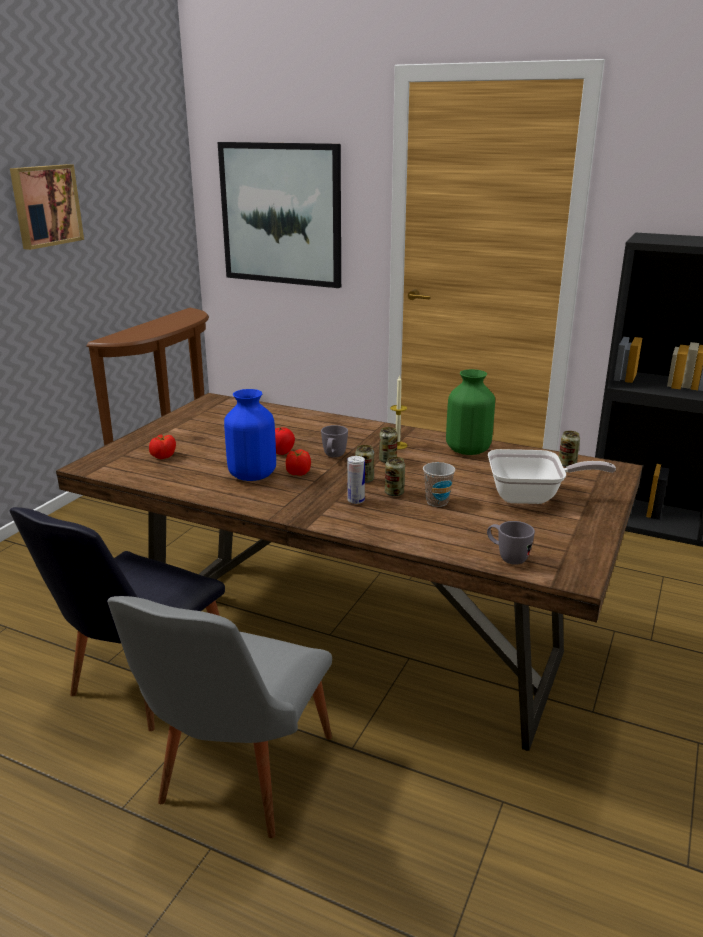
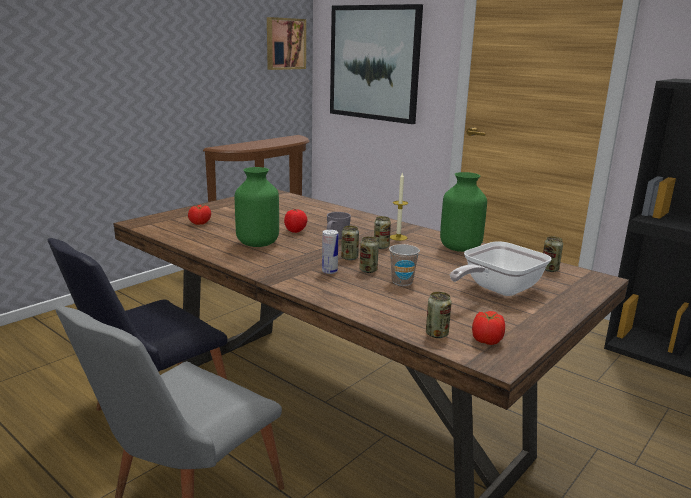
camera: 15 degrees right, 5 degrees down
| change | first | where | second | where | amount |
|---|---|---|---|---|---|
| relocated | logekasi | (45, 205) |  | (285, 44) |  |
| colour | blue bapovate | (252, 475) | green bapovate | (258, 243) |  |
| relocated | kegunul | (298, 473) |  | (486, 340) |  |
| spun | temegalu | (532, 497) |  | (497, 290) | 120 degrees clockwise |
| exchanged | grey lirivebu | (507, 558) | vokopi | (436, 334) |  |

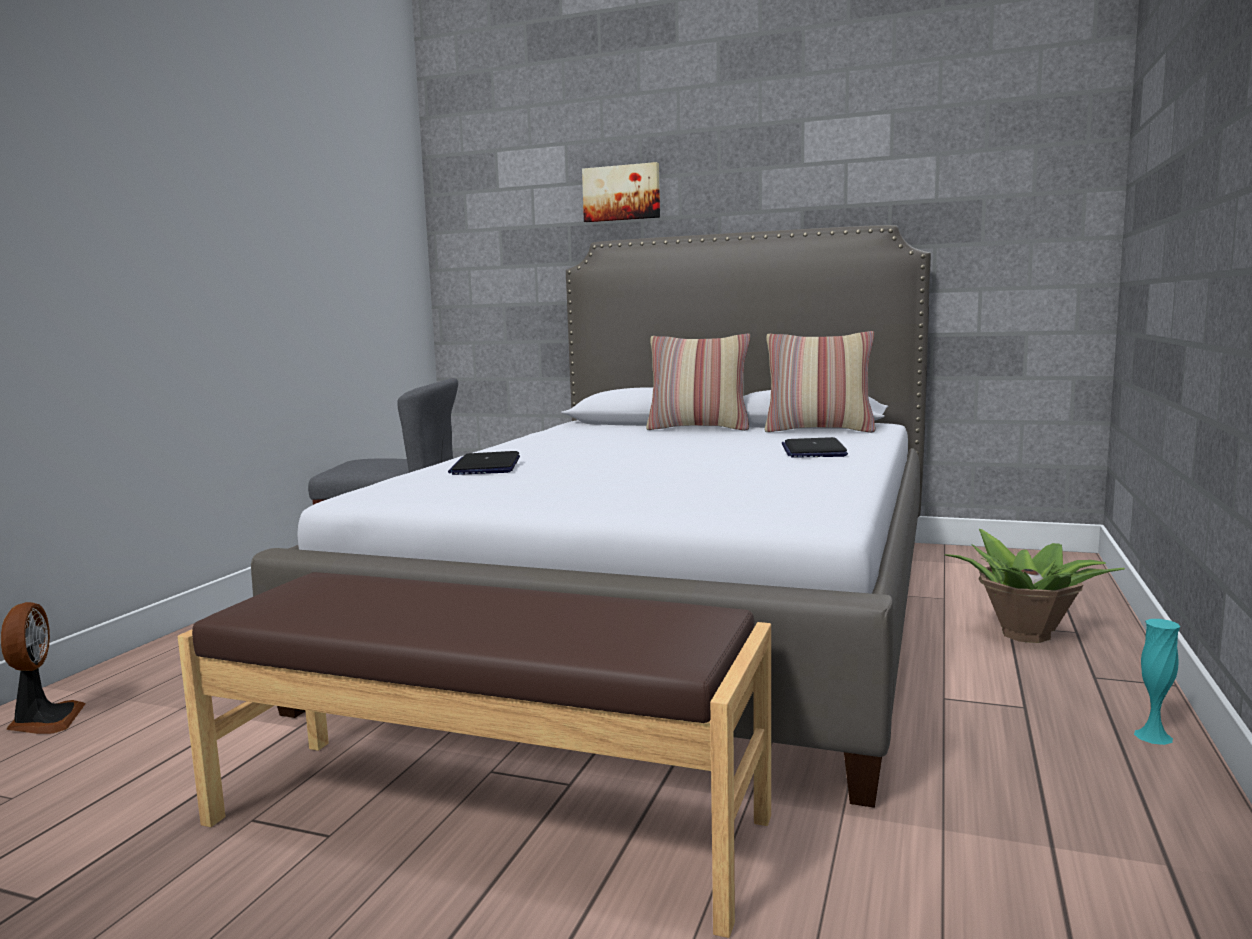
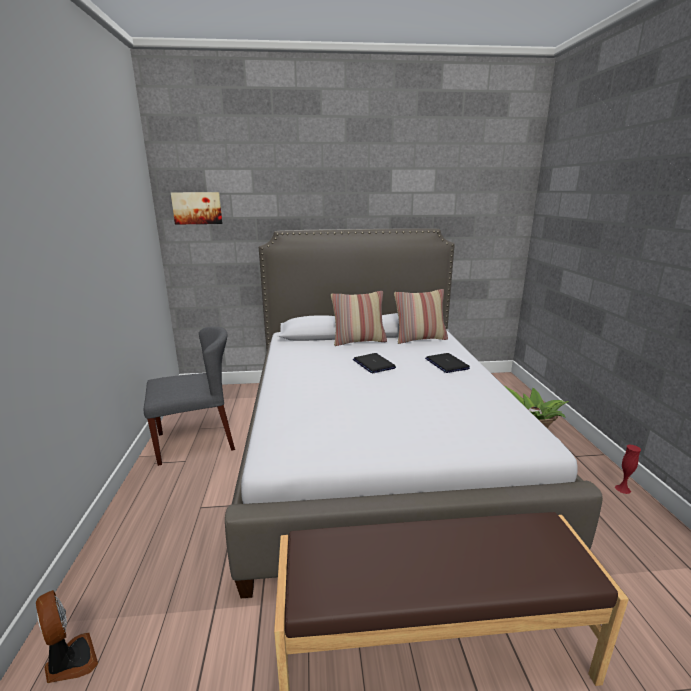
camera: 25 degrees left, 10 degrees up
| change | first | where | second | where | amount |
|---|---|---|---|---|---|
| relocated | logekasi | (622, 193) |  | (197, 208) |  |
| relocated | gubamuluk | (486, 466) |  | (373, 364) |  |
| colour | turquoise bapovate | (1153, 736) | red bapovate | (622, 489) |  |

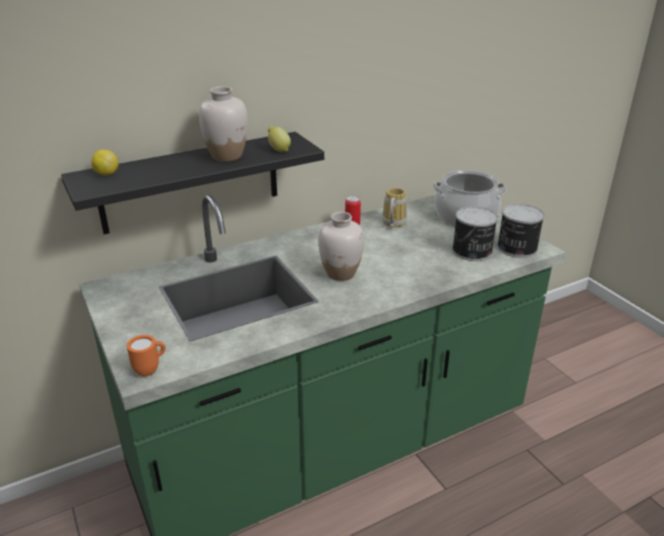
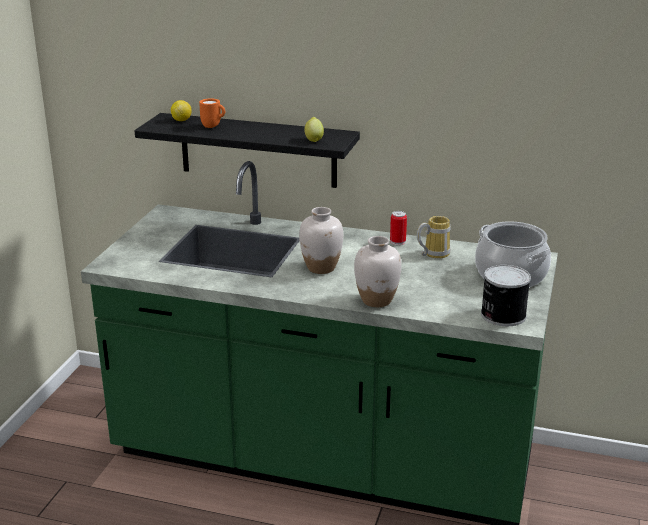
camera: 45 degrees right, 5 degrees down
| change | first | where | second | where | amount |
|---|---|---|---|---|---|
| relocated | white bapovate | (226, 156) |  | (376, 300) |  |
| missing | vokopi | (472, 251) |  |  |  |
| relocated | orange lirivebu | (150, 369) |  | (213, 126) |  |

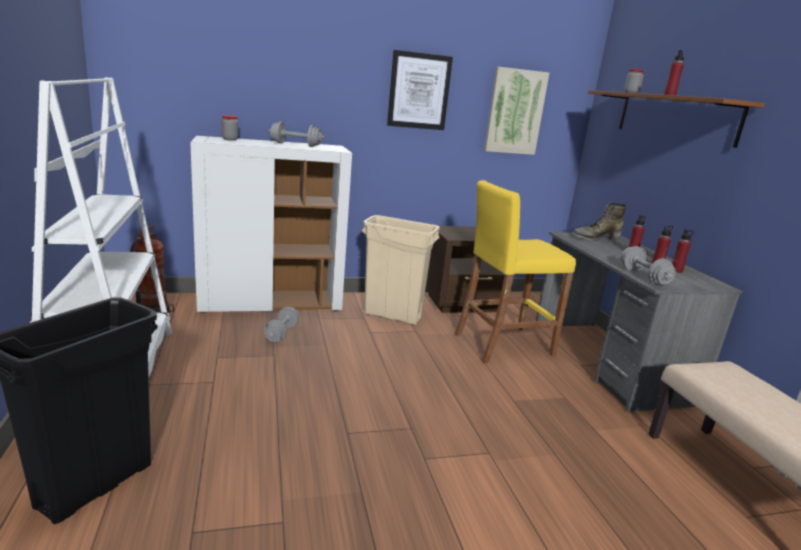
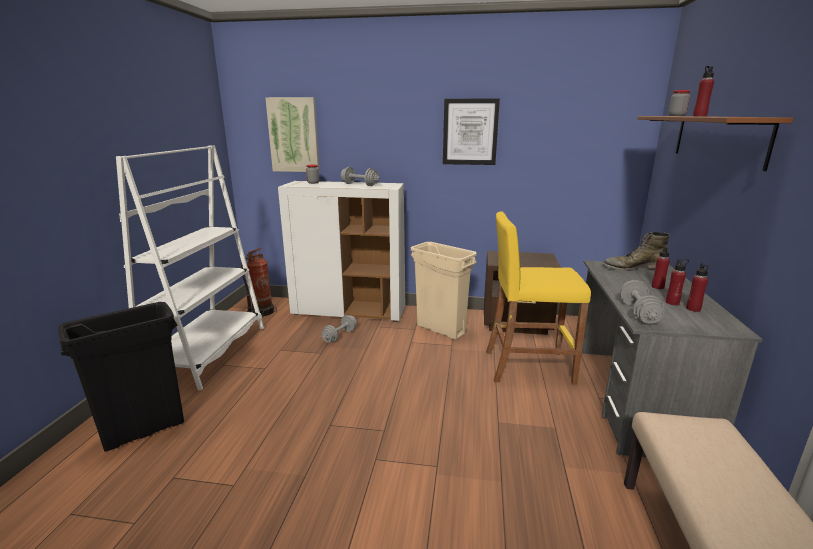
camera: 25 degrees right, 0 degrees up
| change | first | where | second | where | amount |
|---|---|---|---|---|---|
| relocated | logekasi | (515, 112) |  | (293, 135) |  |

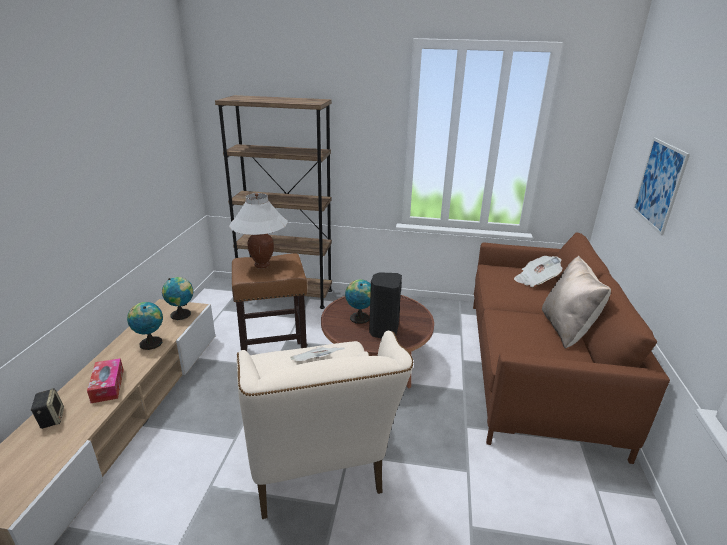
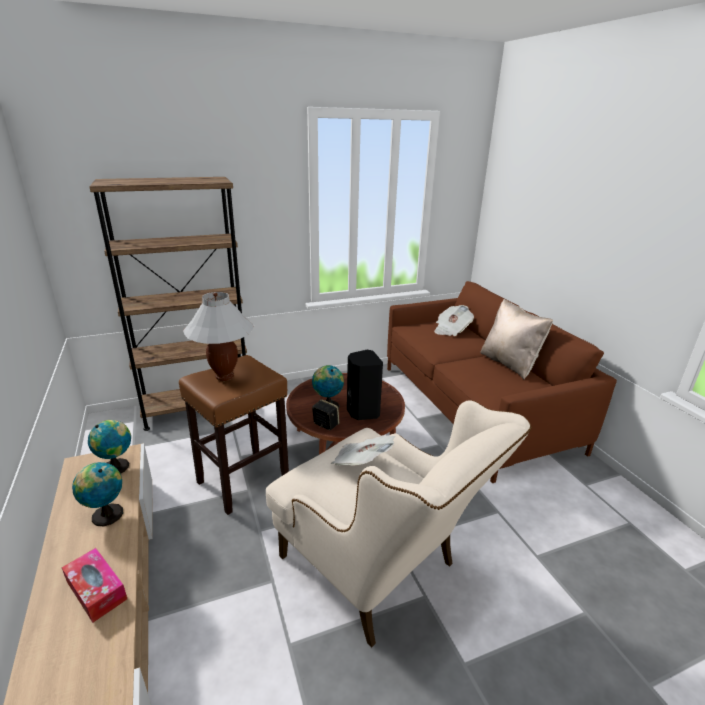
camera: 30 degrees left, 0 degrees up
| change | first | where | second | where | amount |
|---|---|---|---|---|---|
| missing | logekasi | (659, 184) |  |  |  |
| relocated | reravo | (51, 418) |  | (325, 424) |  |

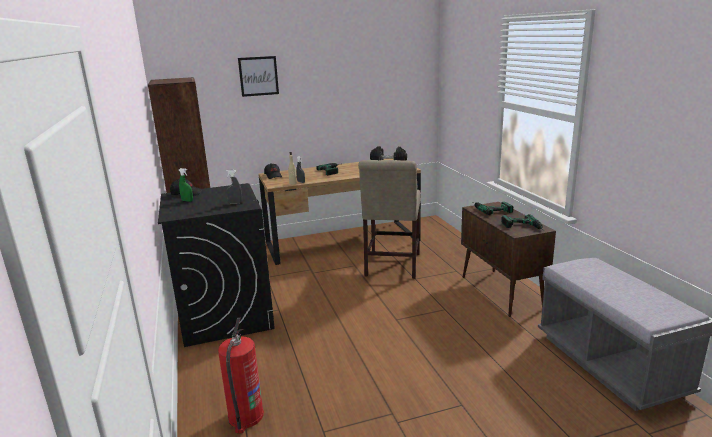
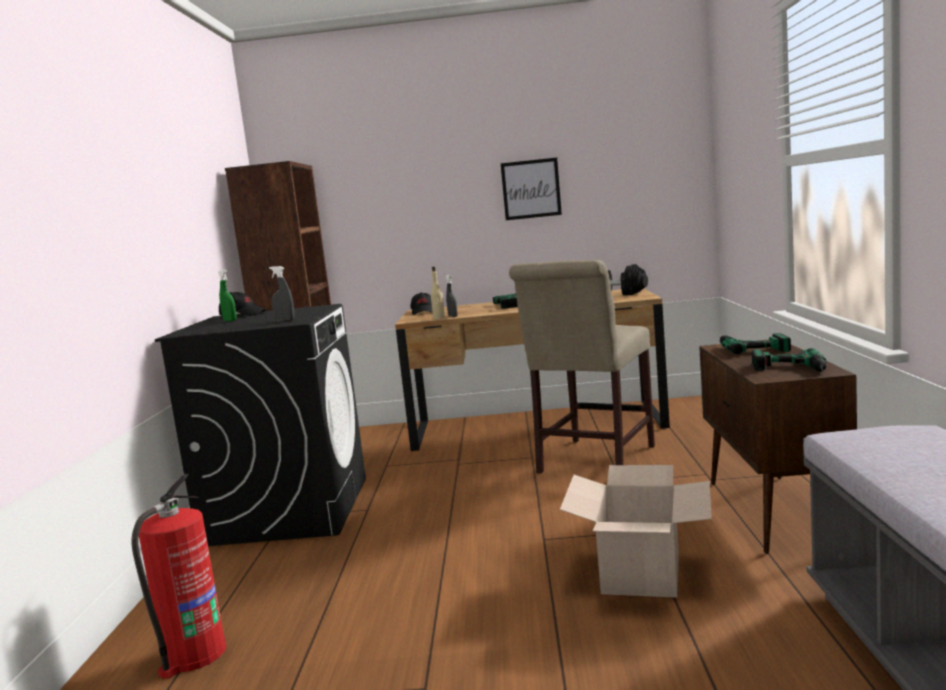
camera: 20 degrees right, 10 degrees down
| change | first | where | second | where | amount |
|---|---|---|---|---|---|
| relocated | logekasi | (258, 76) |  | (531, 189) |  |
| appeared |  |  | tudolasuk | (640, 572) |  |

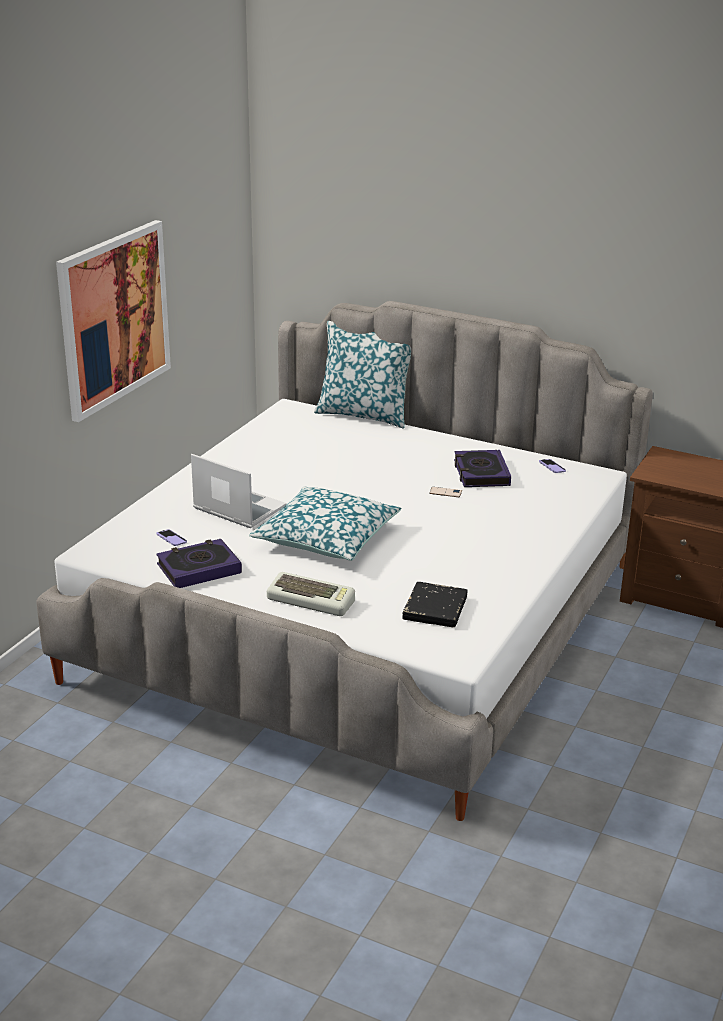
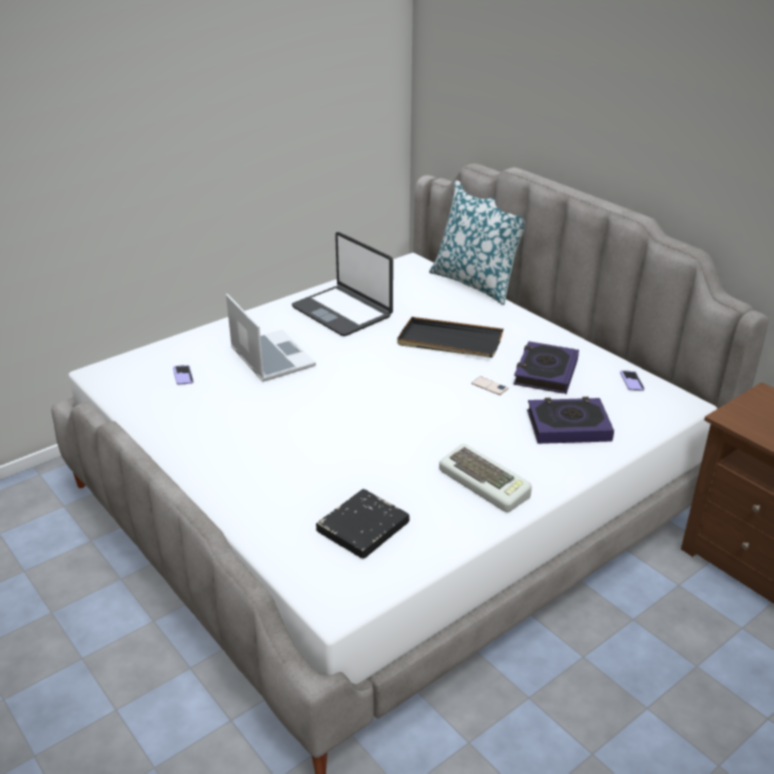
camera: 25 degrees right, 5 degrees up
| change | first | where | second | where | amount |
|---|---|---|---|---|---|
| missing | logekasi | (114, 318) |  |  |  |
| missing | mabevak | (326, 537) |  |  |  |
| relocated | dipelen | (199, 569) |  | (568, 426) |  |
| relocated | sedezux | (312, 600) |  | (486, 483) |  |
| appeared |  |  | gubamuluk | (343, 311) |  |
| appeared |  |  | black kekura | (449, 341) |  |

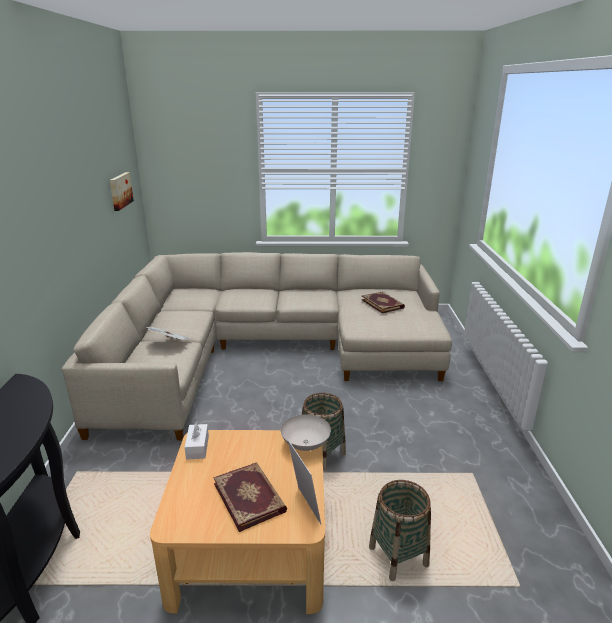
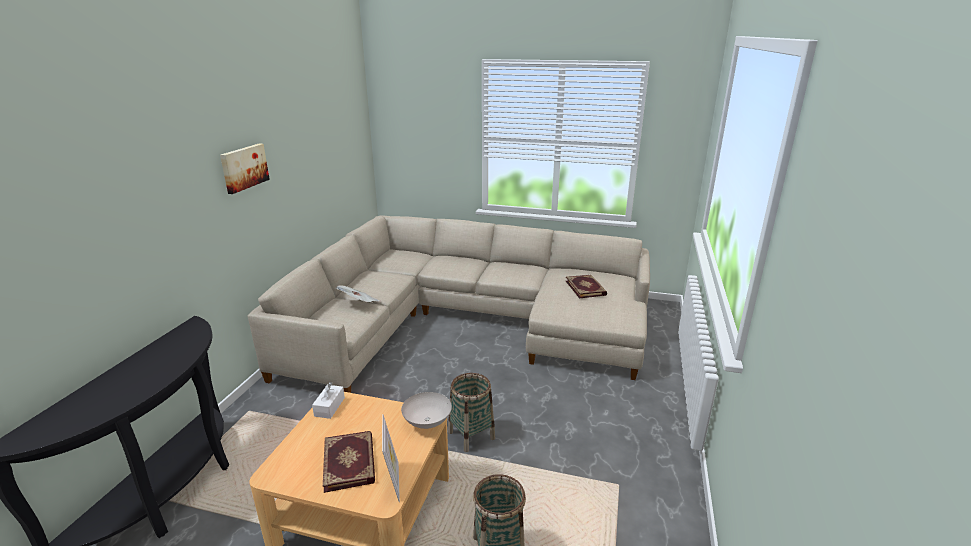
camera: 15 degrees right, 0 degrees up
| change | first | where | second | where | amount |
|---|---|---|---|---|---|
| relocated | logekasi | (120, 191) |  | (243, 167) |  |

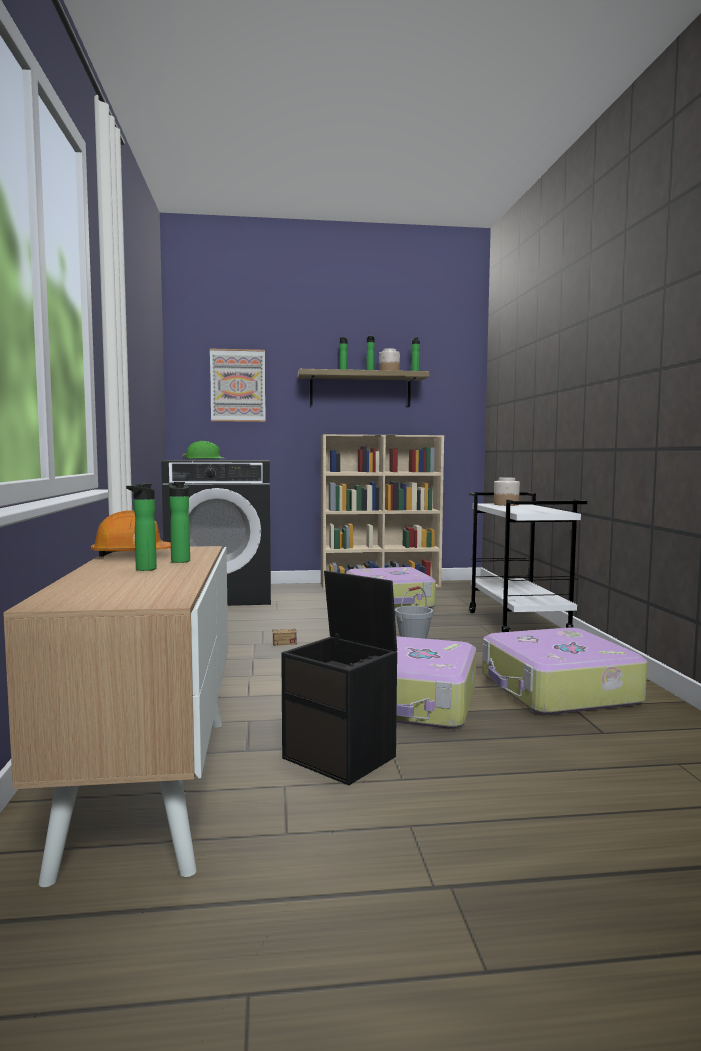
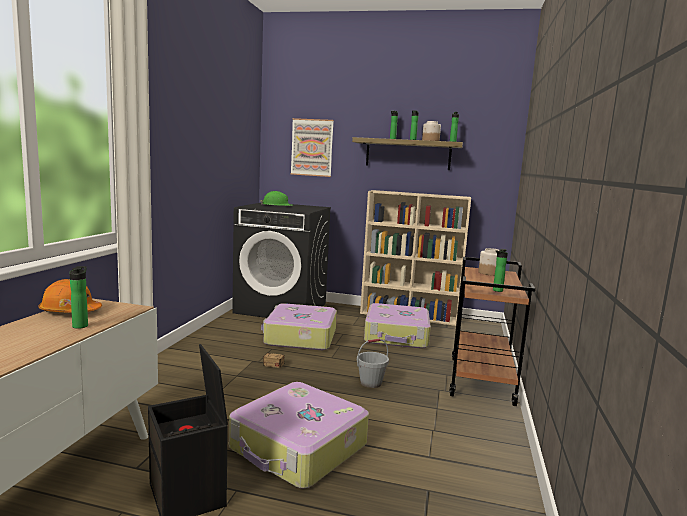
camera: 20 degrees right, 5 degrees up
| change | first | where | second | where | amount |
|---|---|---|---|---|---|
| relocated | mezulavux | (143, 569) |  | (497, 291) |  |
| colour | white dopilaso | (519, 624) | brown dopilaso | (482, 381) |  |
| relocated | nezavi | (557, 690) |  | (300, 337) |  |

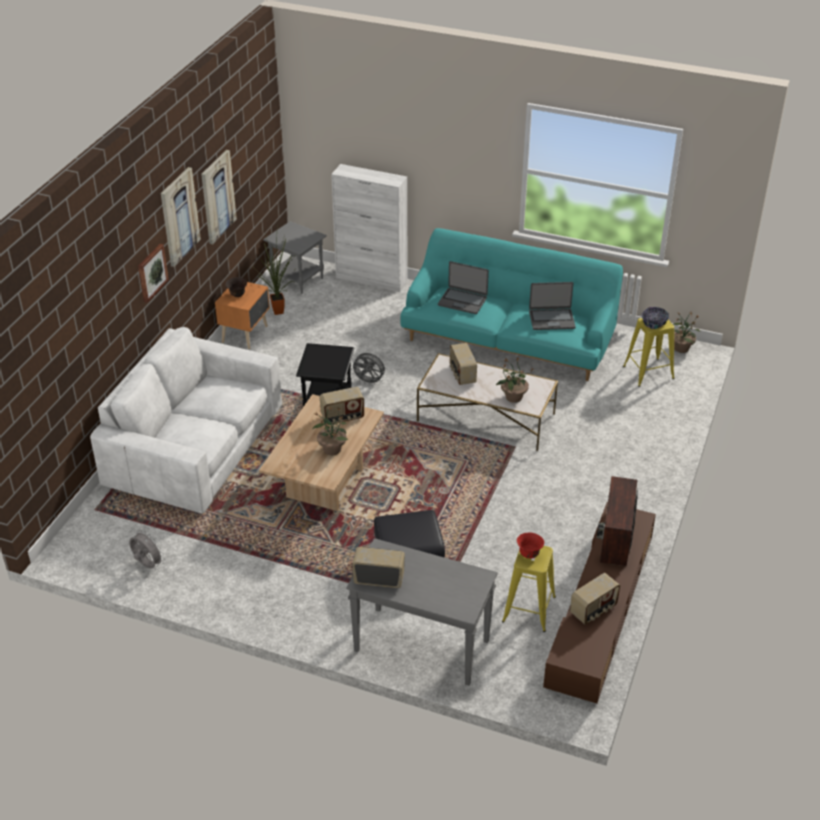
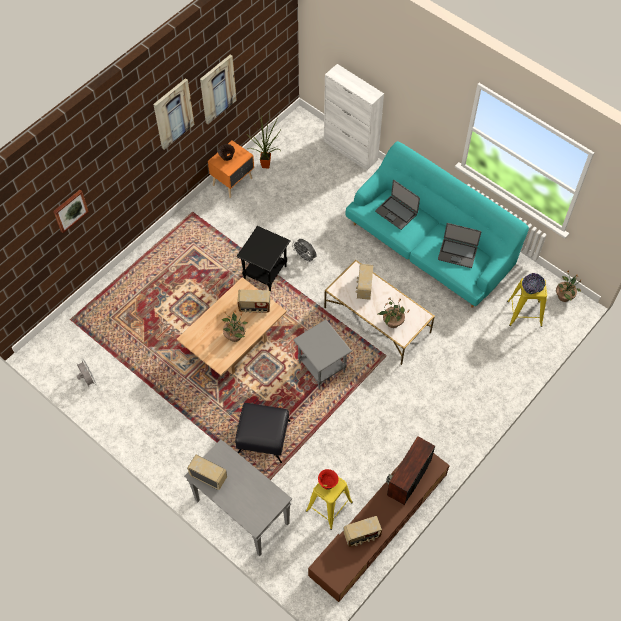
camera: 20 degrees right, 20 degrees up
| change | first | where | second | where | amount |
|---|---|---|---|---|---|
| relocated | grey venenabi | (298, 280) |  | (322, 367) |  |
| relocated | logekasi | (151, 272) |  | (70, 210) |  |
| missing | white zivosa | (194, 446) |  |  |  |

